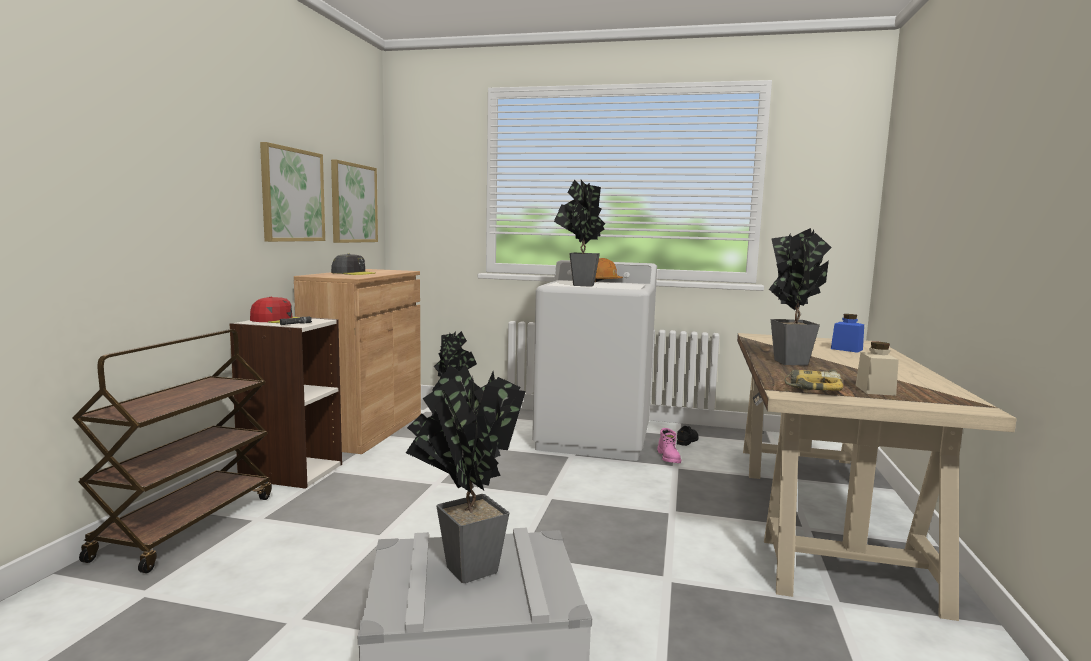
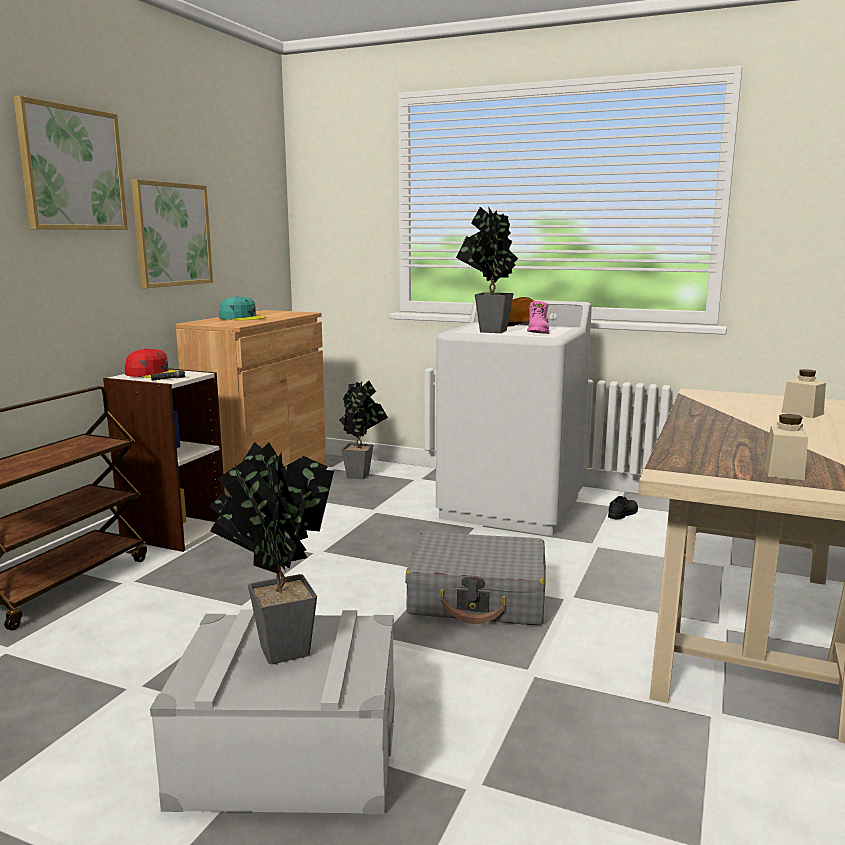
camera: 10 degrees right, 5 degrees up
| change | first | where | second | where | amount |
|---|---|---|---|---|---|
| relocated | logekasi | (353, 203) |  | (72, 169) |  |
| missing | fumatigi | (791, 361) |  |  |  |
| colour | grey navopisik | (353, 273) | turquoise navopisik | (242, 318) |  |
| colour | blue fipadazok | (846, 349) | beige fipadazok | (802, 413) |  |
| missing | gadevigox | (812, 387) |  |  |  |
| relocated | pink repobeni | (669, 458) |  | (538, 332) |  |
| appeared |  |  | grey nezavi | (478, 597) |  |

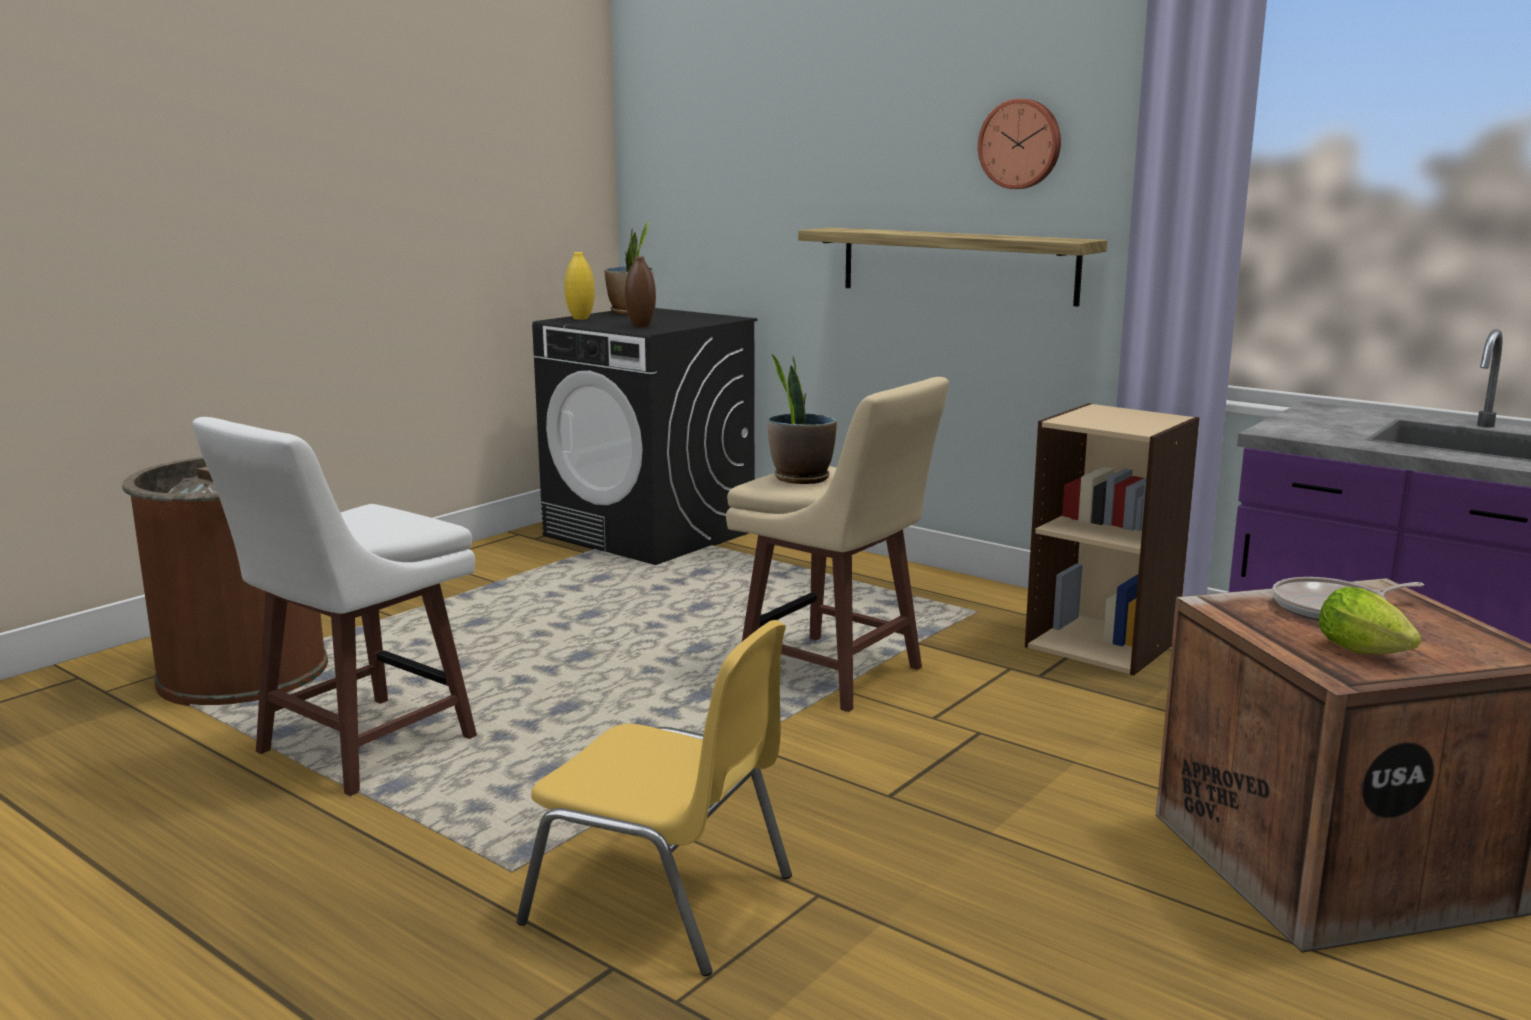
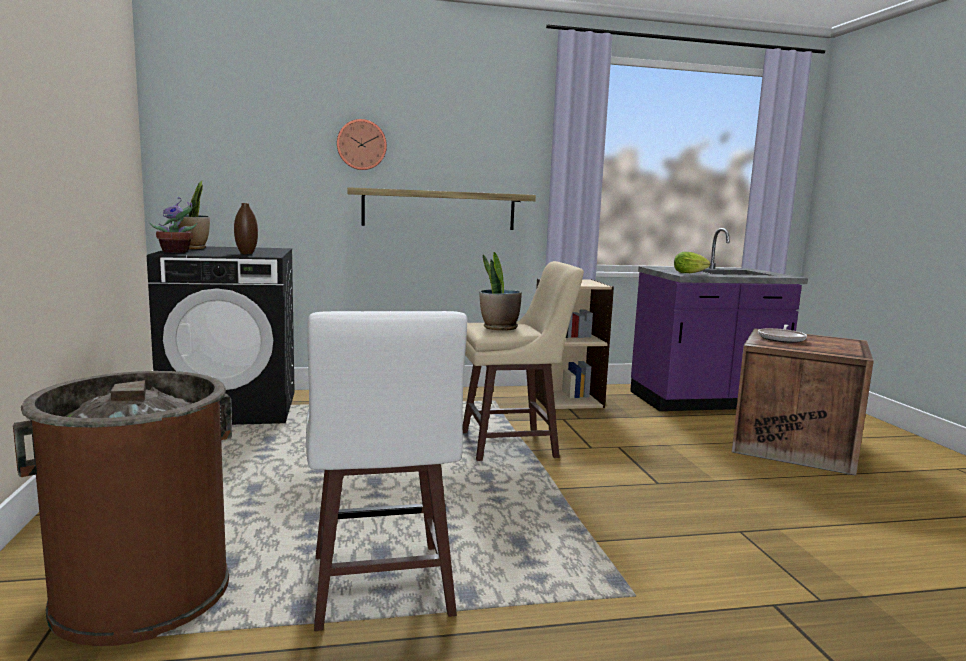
camera: 50 degrees left, 5 degrees down
| change | first | where | second | where | amount |
|---|---|---|---|---|---|
| relocated | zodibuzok | (1021, 144) |  | (361, 145) |  |
| exchanged | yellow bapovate | (580, 318) | fumatigi | (177, 252) |  |
| relocated | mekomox | (1367, 653) |  | (691, 273) |  |
| missing | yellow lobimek | (664, 900) |  |  |  |

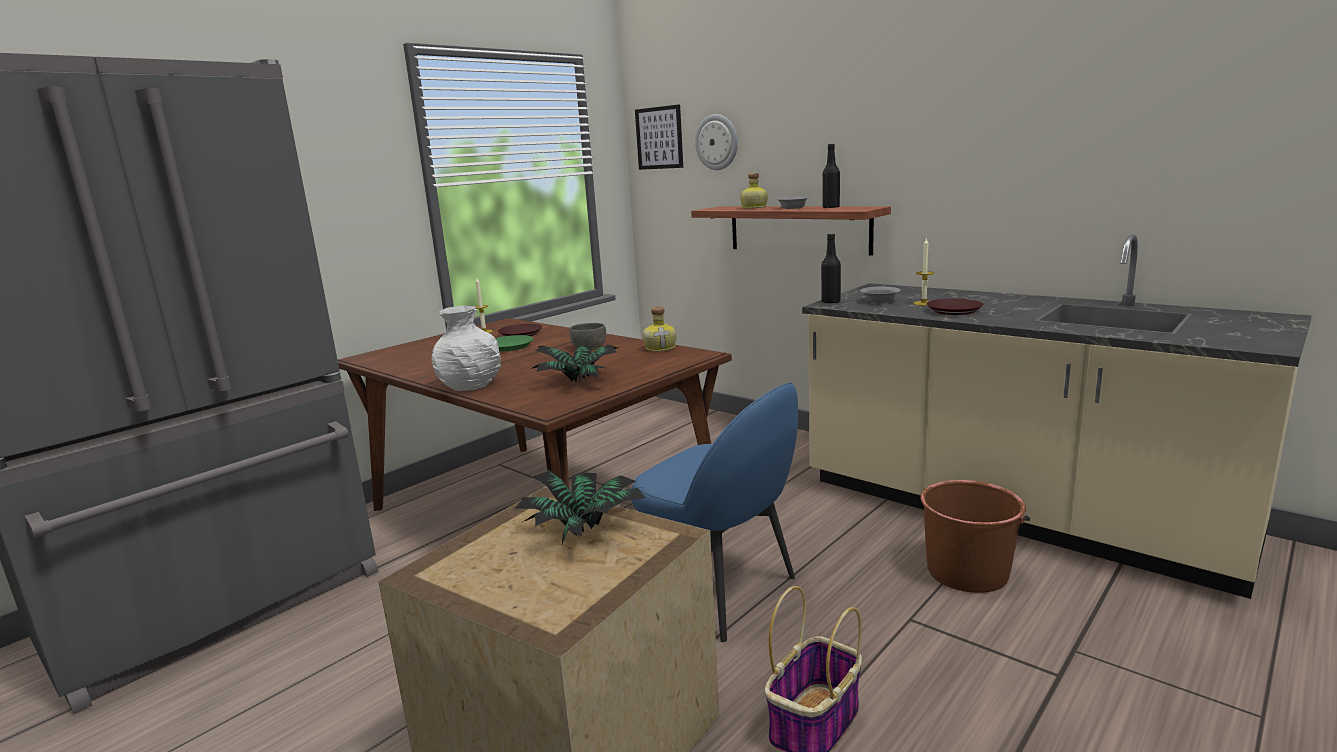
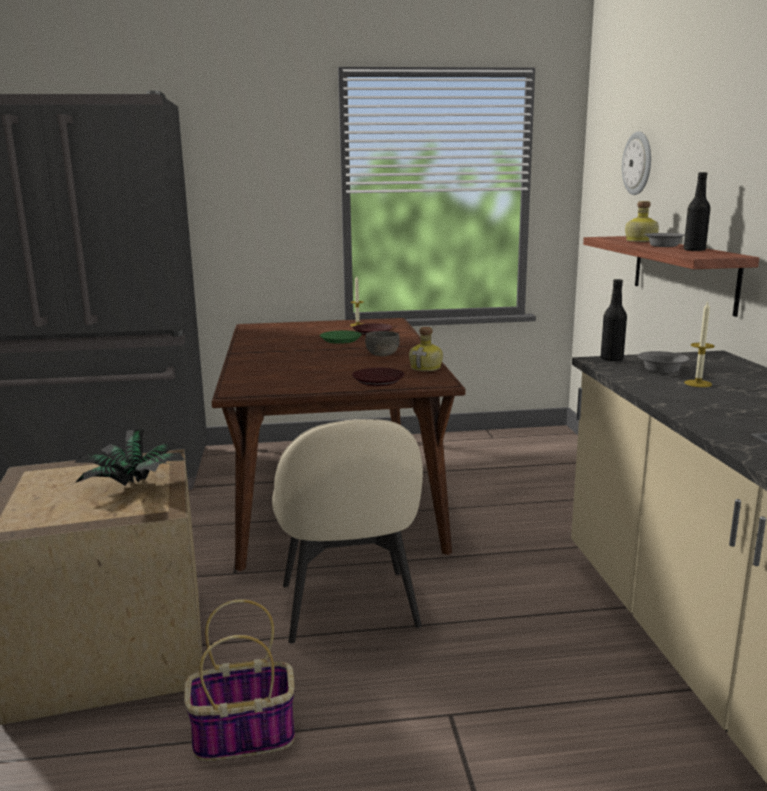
camera: 40 degrees right, 0 degrees up
| change | first | where | second | where | amount |
|---|---|---|---|---|---|
| missing | logekasi | (659, 138) |  |  |  |
| relocated | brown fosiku | (954, 310) |  | (379, 381) |  |
| missing | white bapovate | (471, 385) |  |  |  |
| missing | fumatigi | (580, 381) |  |  |  |
| colour | blue lobimek | (721, 592) | beige lobimek | (349, 608) |  |
| missing | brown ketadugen | (967, 571) |  |  |  |

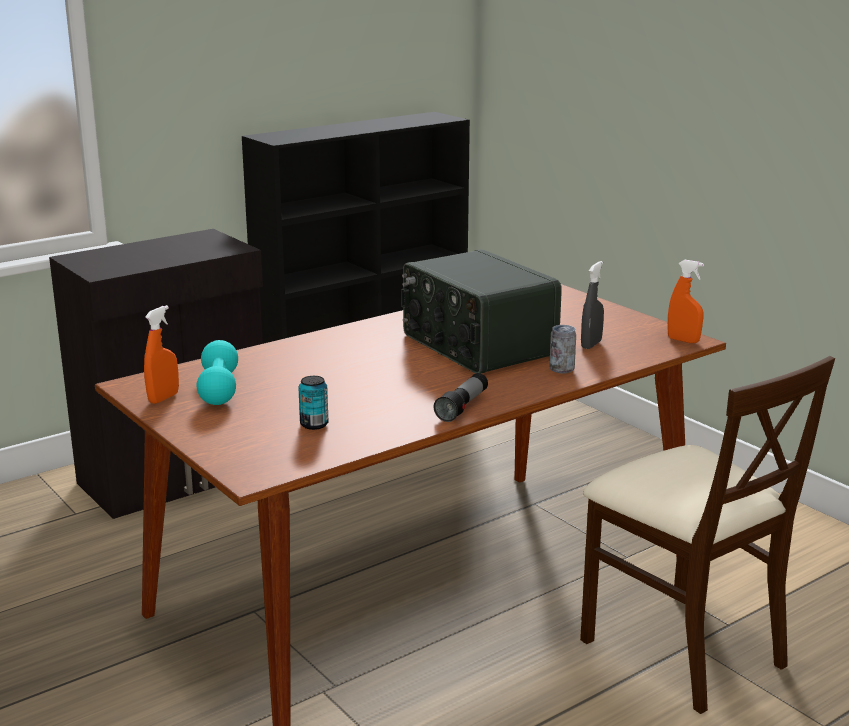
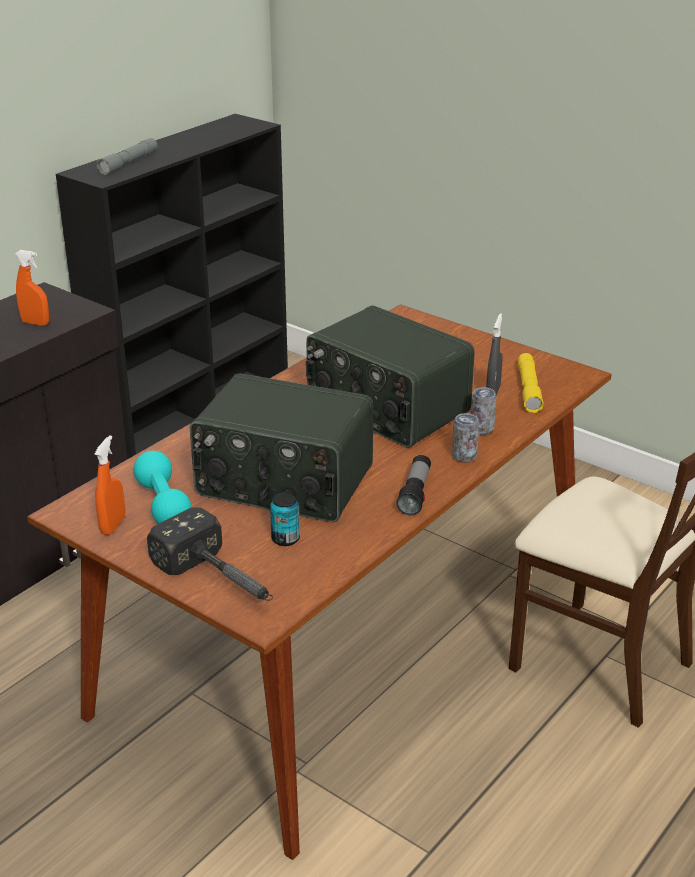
camera: 15 degrees left, 10 degrees up
| change | first | where | second | where | amount |
|---|---|---|---|---|---|
| relocated | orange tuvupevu | (683, 340) |  | (35, 323) |  |
| appeared |  |  | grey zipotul | (129, 163) |  |
| appeared |  |  | yellow zipotul | (528, 389) |  |
| appeared |  |  | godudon | (283, 483) |  |
| appeared |  |  | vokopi | (464, 456) |  |
| appeared |  |  | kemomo | (221, 581) |  |

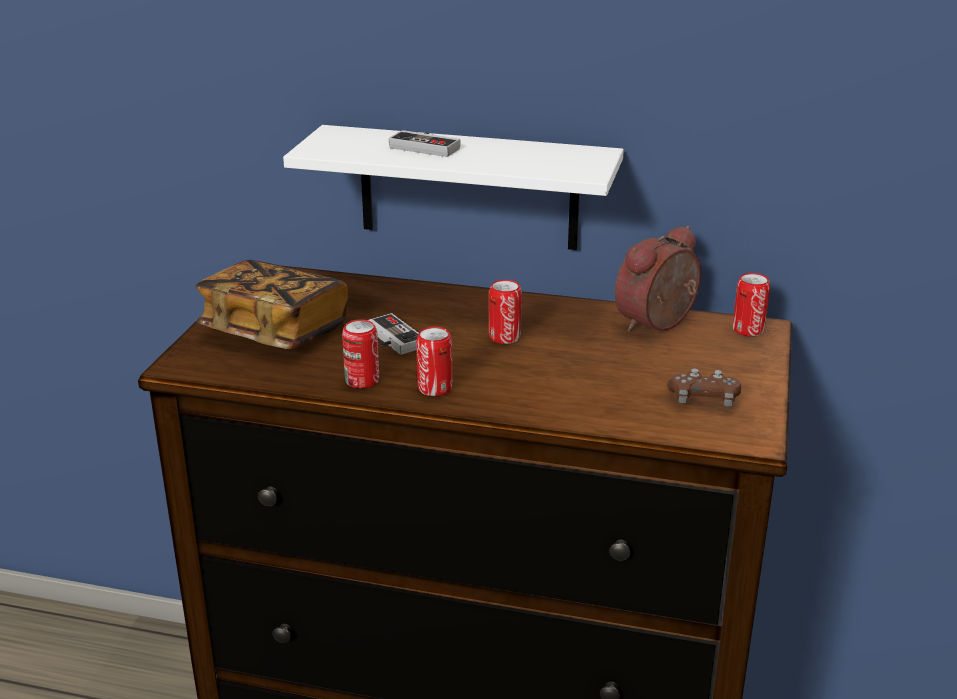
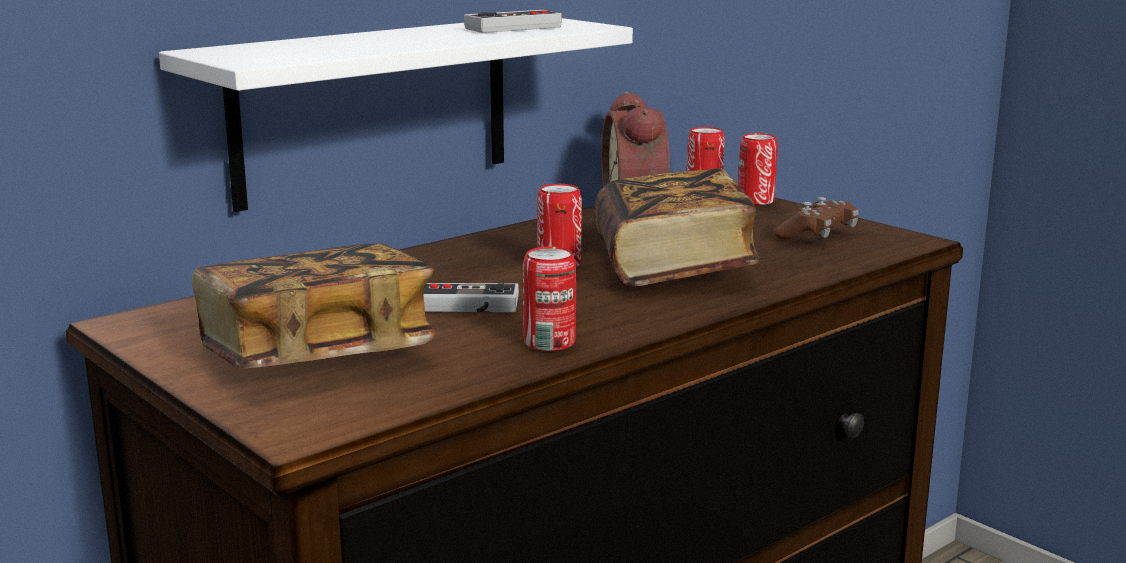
camera: 55 degrees left, 10 degrees down
| change | first | where | second | where | amount |
|---|---|---|---|---|---|
| relocated | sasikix | (427, 146) |  | (508, 27) |  |
| relocated | vokopi | (435, 388) |  | (755, 201) |  |
| appeared |  |  | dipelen | (673, 267) |  |

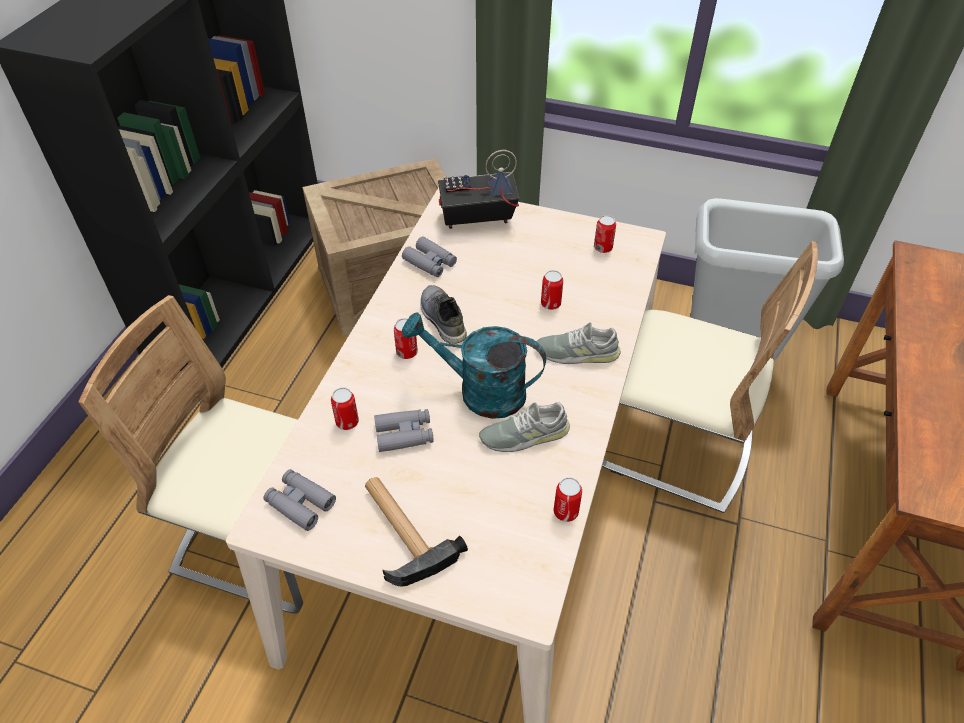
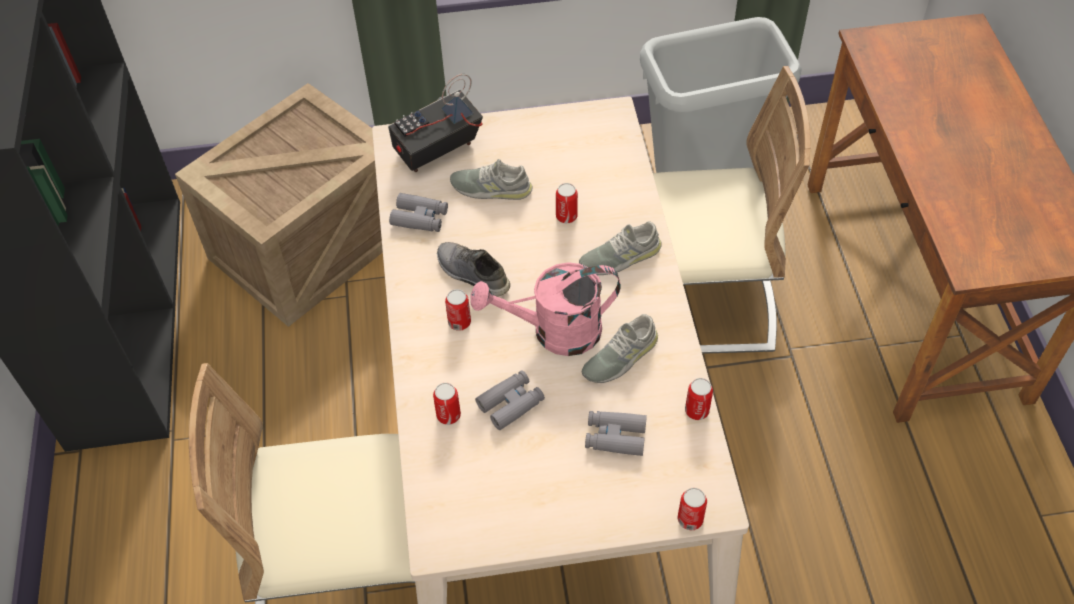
camera: 25 degrees left, 5 degrees up
| change | first | where | second | where | amount |
|---|---|---|---|---|---|
| relocated | vokopi | (603, 248) |  | (690, 519) |  |
| colour | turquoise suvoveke | (480, 391) | pink suvoveke | (554, 332) |  |
| relocated | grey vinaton | (300, 503) |  | (615, 436) |  |
| missing | kemomo | (401, 530) |  |  |  |
| appeared |  |  | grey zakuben | (491, 188) |  |

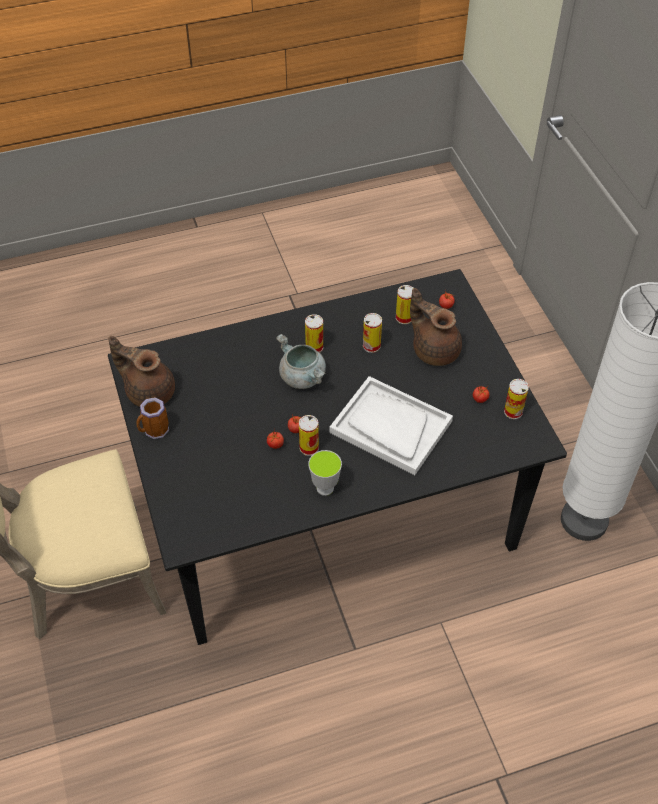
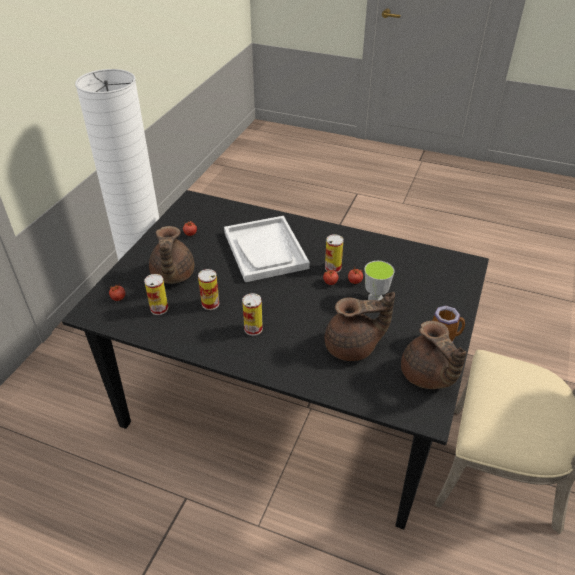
camera: 140 degrees left, 10 degrees down
| change | first | where | second | where | amount |
|---|---|---|---|---|---|
| missing | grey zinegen | (303, 377) |  |  |  |
| missing | vokopi | (513, 411) |  |  |  |
| relocated | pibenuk | (325, 488) |  | (375, 298) |  |
| appeared |  |  | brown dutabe | (353, 347) |  |

